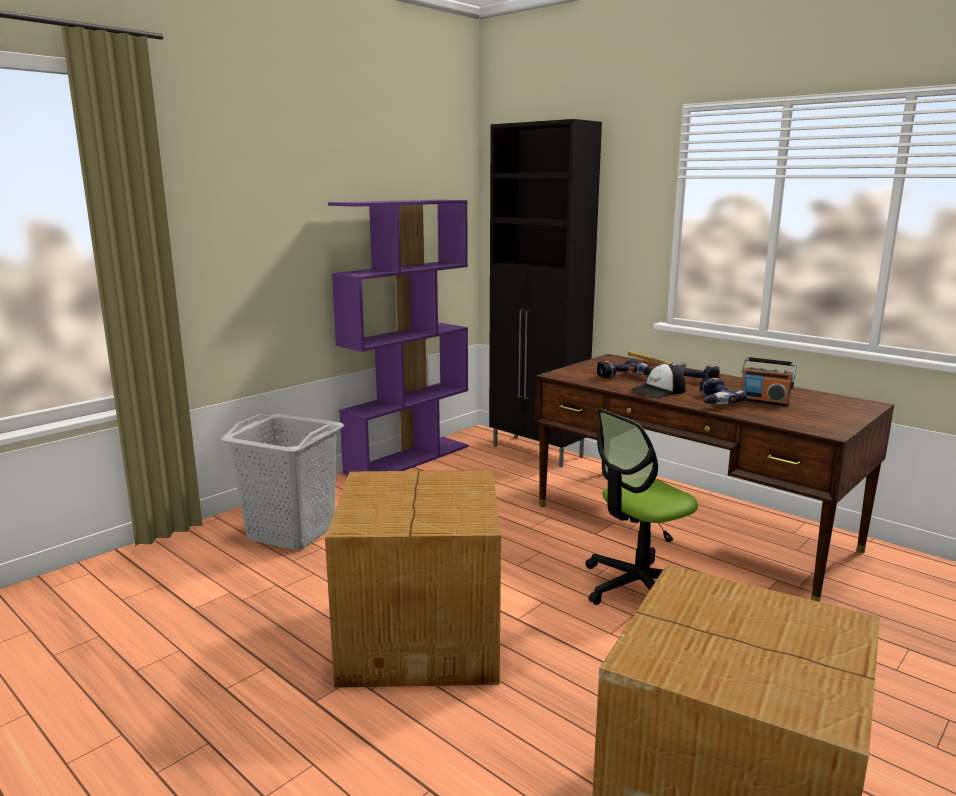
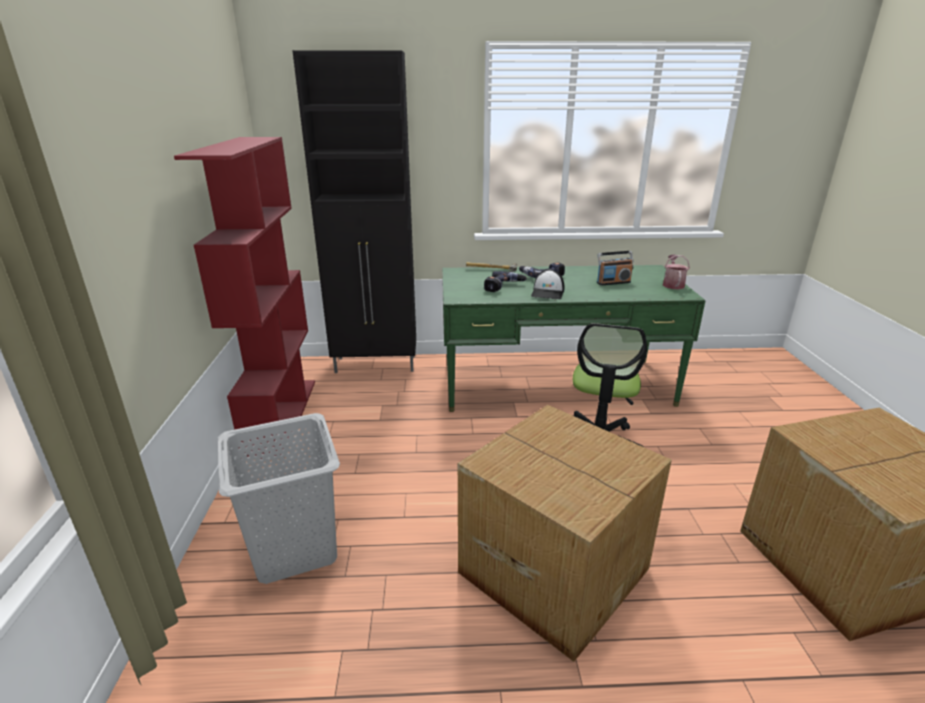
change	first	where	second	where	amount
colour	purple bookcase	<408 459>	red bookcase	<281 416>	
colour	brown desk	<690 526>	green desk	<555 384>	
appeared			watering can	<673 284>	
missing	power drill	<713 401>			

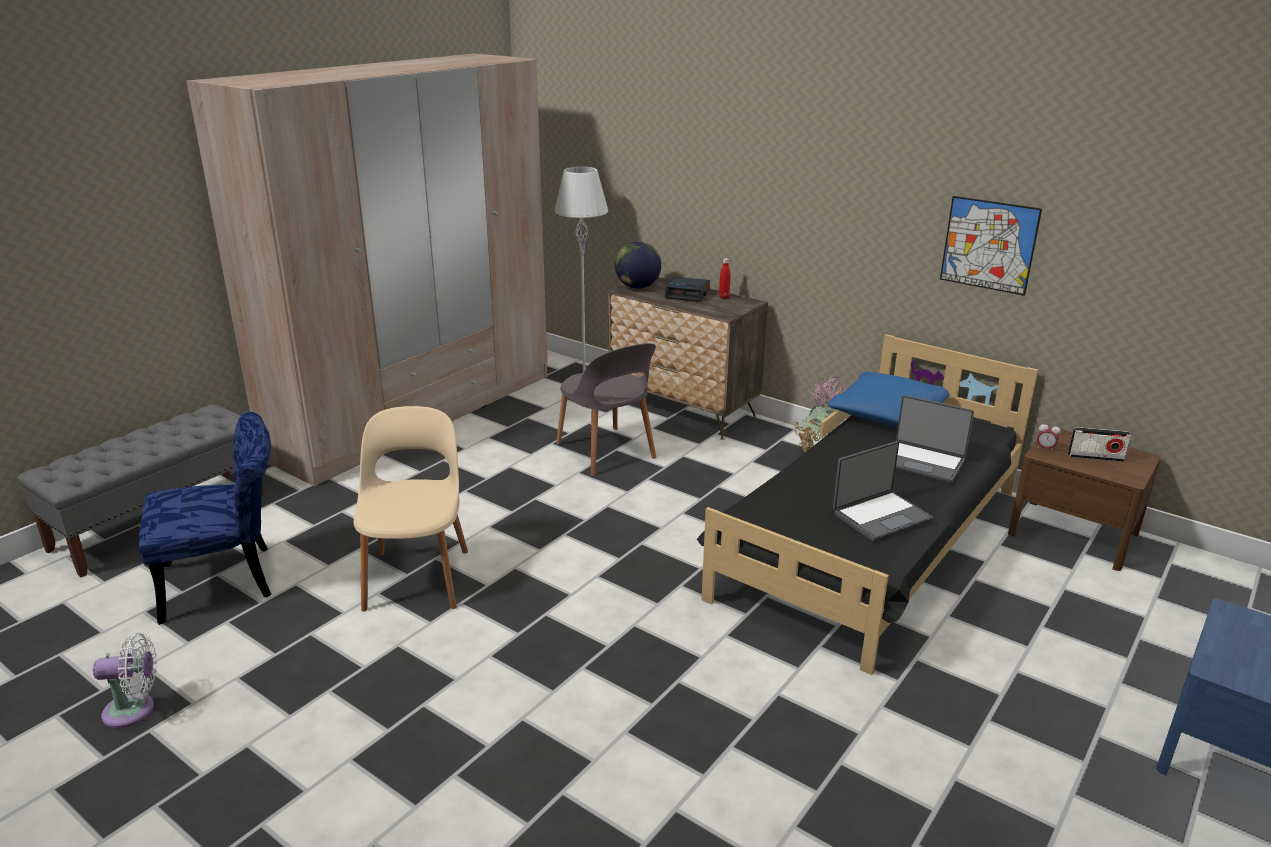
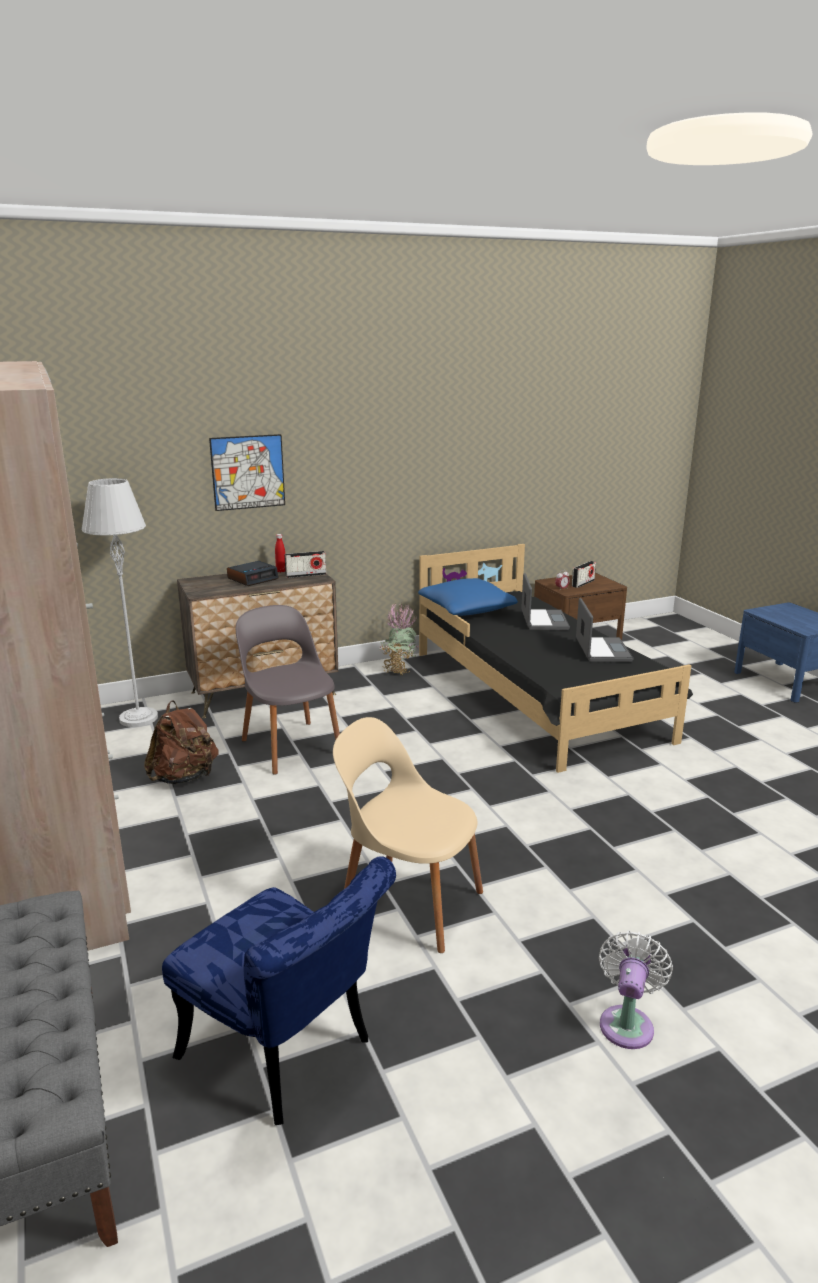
change	first	where	second	where	amount
appeared			brown backpack	<184 777>	
spun	blue chair	<229 580>		<287 1055>	120 degrees clockwise
relocated	picture	<989 245>		<248 472>	
spun	grey chair	<606 452>		<291 746>	120 degrees counterclockwise
appeared			radio	<306 575>	
spun	laptop	<923 463>		<543 621>	60 degrees counterclockwise
relocated	white fan	<134 710>		<627 1022>	
missing	globe	<637 287>			

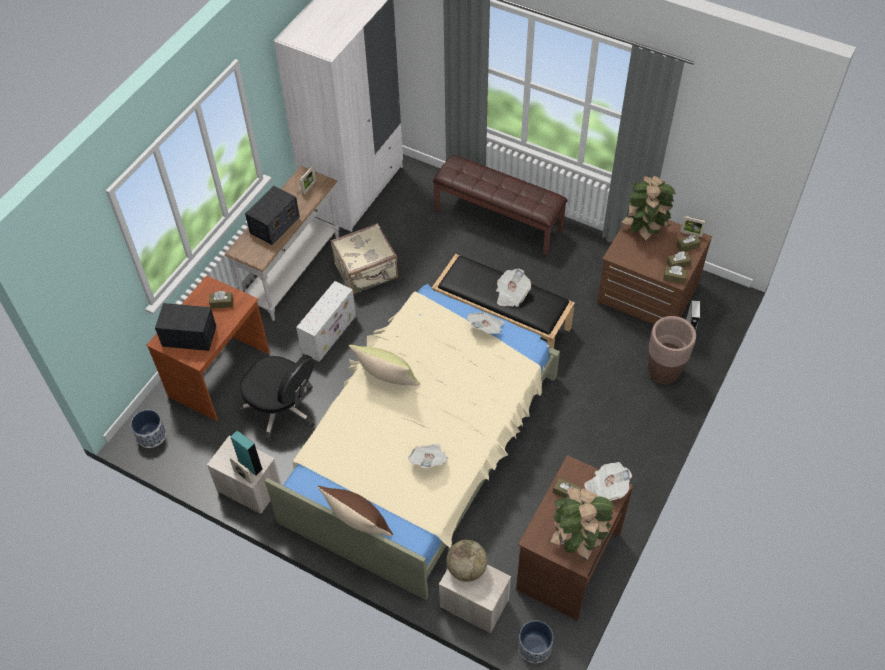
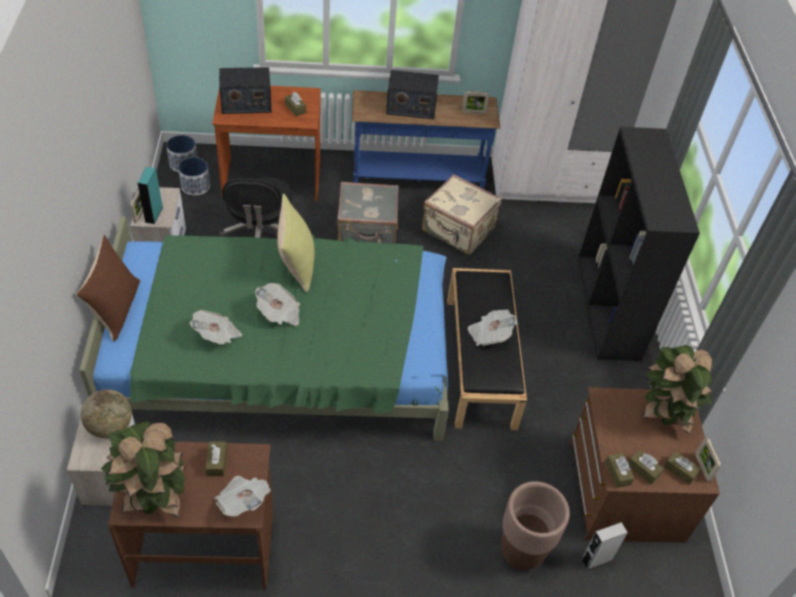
change	first	where	second	where	amount
colour	beige bed	<424 444>	green bed	<283 356>	
relocated	planter	<534 647>		<195 186>	
spun	radio	<189 336>		<246 103>	105 degrees clockwise
relocated	newspaper	<486 328>		<279 313>	
exchanged	white storage box	<329 333>	grey suitcase	<367 232>	
colour	white console table	<293 272>	blue console table	<417 180>	
exchanged	brown bench	<498 220>	black bookcase	<609 308>	

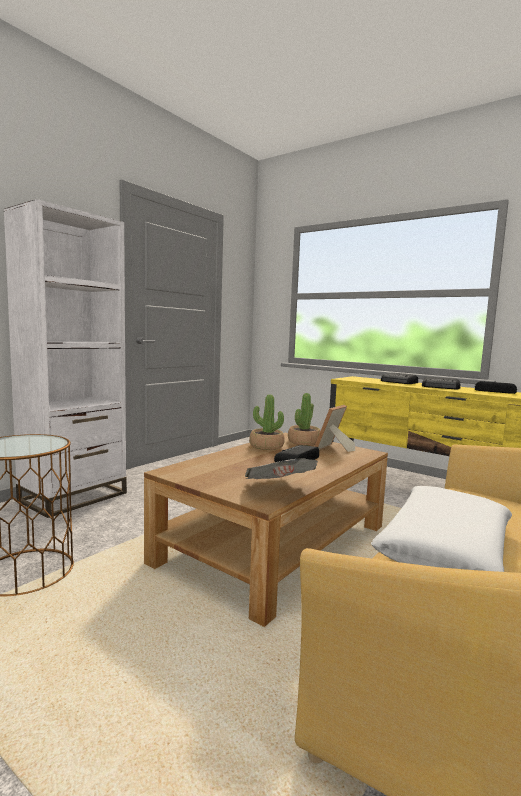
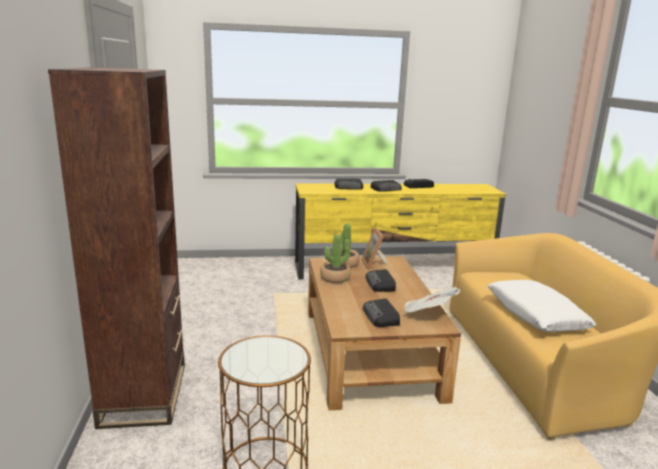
change	first	where	second	where	amount
colour	white bookcase	<74 497>	brown bookcase	<144 394>	
appeared			radio	<381 317>	

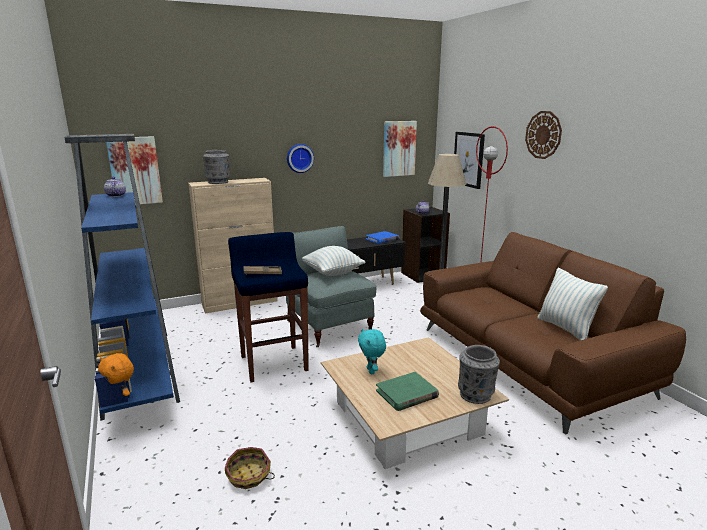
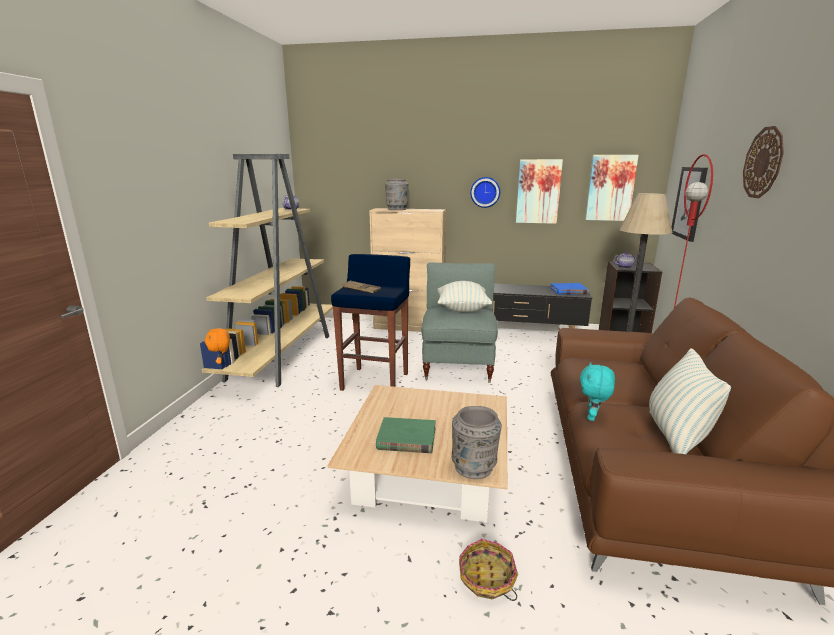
change	first	where	second	where	amount
colour	blue bookcase	<138 369>	beige bookcase	<282 356>	
relocated	basket	<249 476>		<487 579>	
relocated	picture	<135 171>		<538 191>	
relocated	turquoise plush toy	<371 371>		<592 417>	

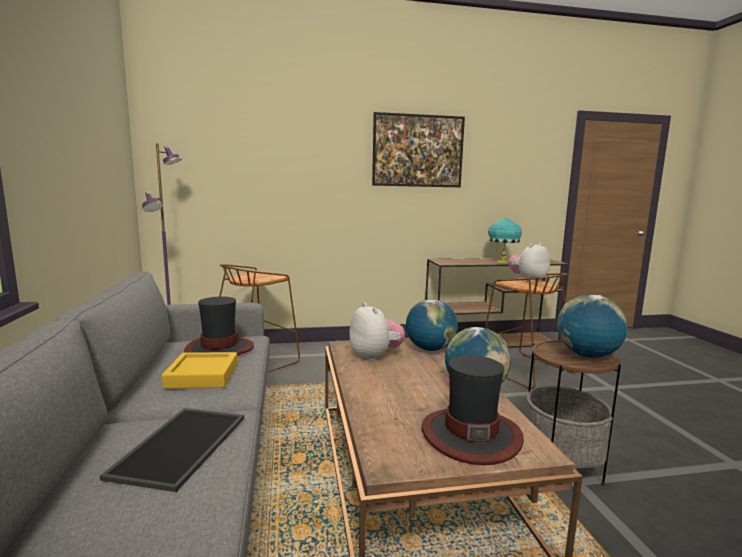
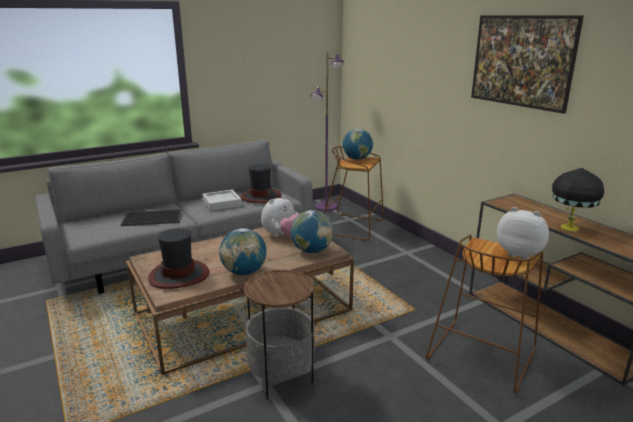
change	first	where	second	where	amount
colour	yellow tray	<202 375>	grey tray	<222 203>	
relocated	globe	<587 356>		<357 159>	
colour	turquoise table lamp	<502 262>	black table lamp	<570 228>	

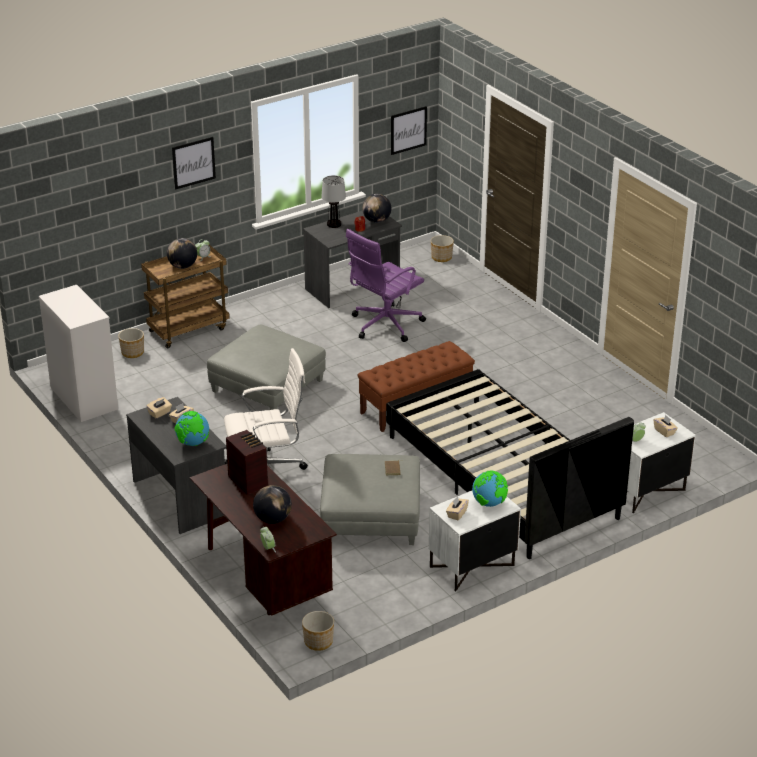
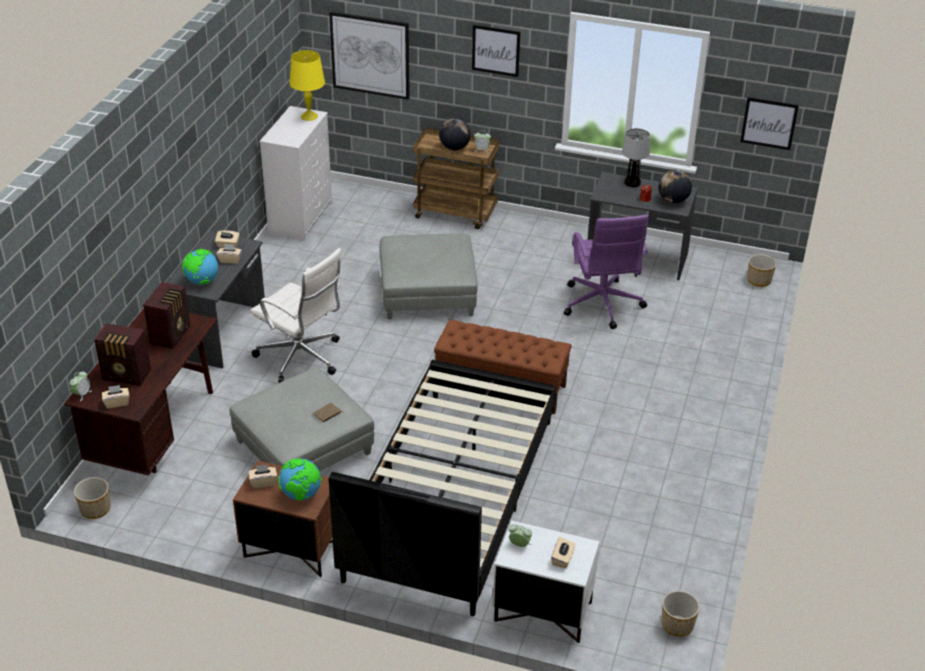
change	first	where	second	where	amount
exchanged	globe	<273 519>	radio	<127 376>	
appeared			beige tissue box	<117 403>	
colour	white nightstand	<472 567>	brown nightstand	<291 549>	
appeared			yellow table lamp	<309 116>	
appeared			picture	<370 55>	
spun	purple office chair	<384 325>		<602 305>	105 degrees counterclockwise
relocated	planter	<132 353>		<677 625>	

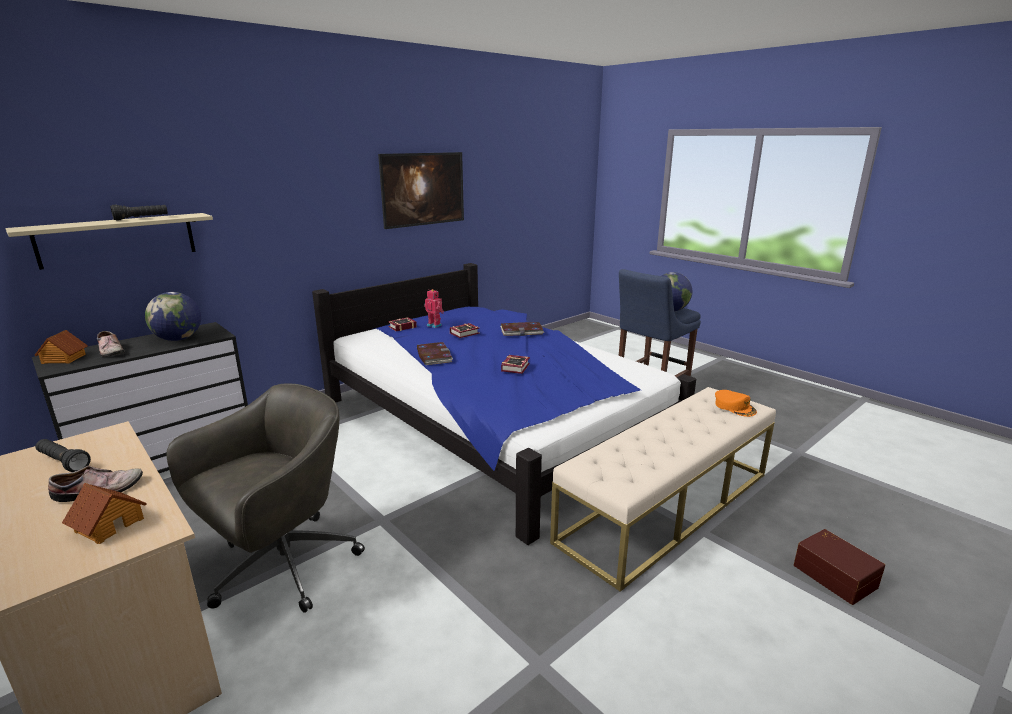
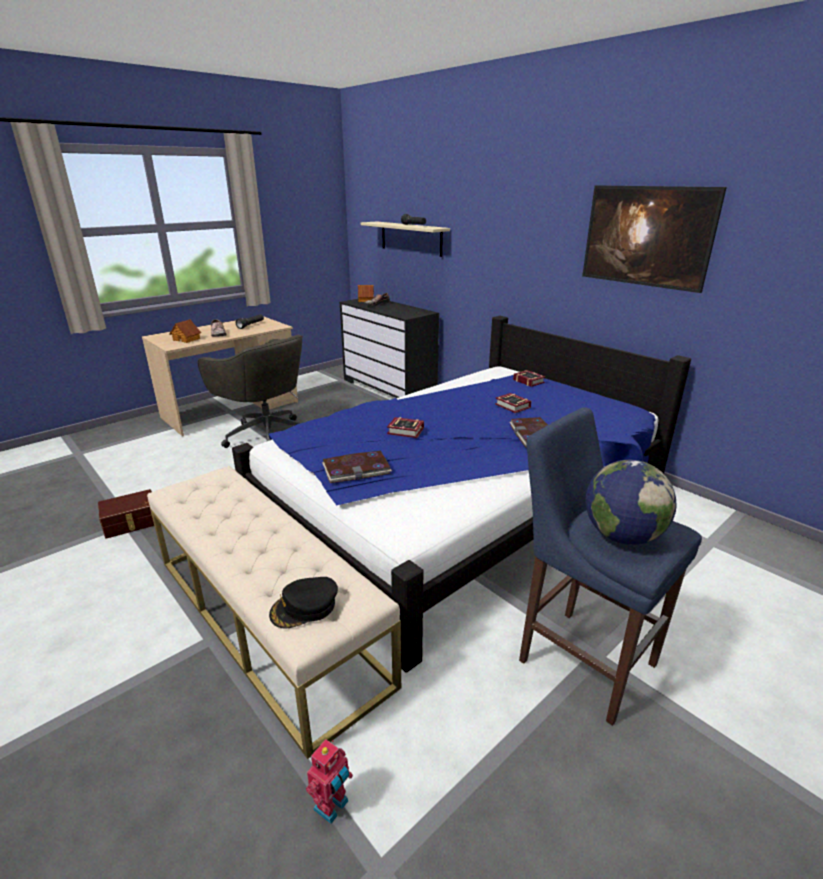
change	first	where	second	where	amount
relocated	brown storage box	<835 575>		<131 523>	
colour	orange cap	<734 407>	black cap	<304 607>	
relocated	toy robot	<435 325>		<332 806>	
relocated	book	<434 356>		<356 469>	
missing	globe	<178 339>			

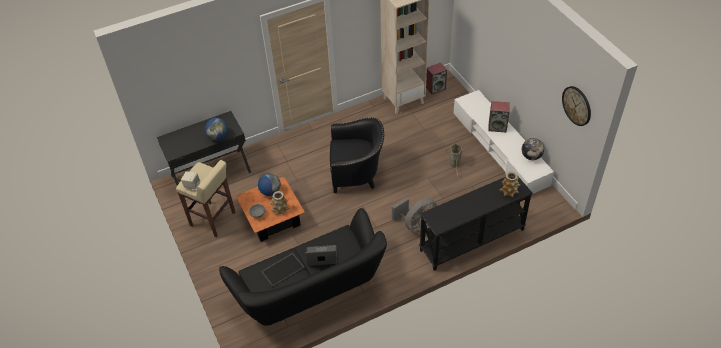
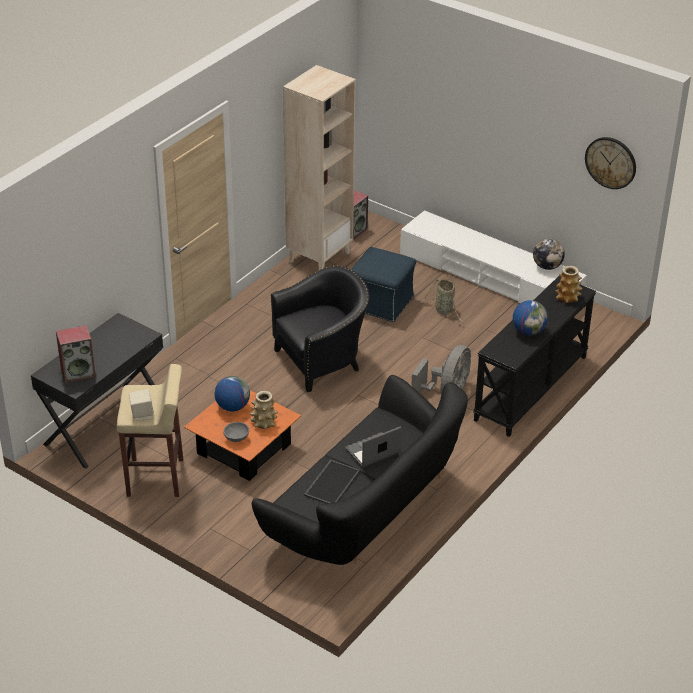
change	first	where	second	where	amount
relocated	speaker	<497 126>		<78 372>	
appeared			blue ottoman	<382 303>	
relocated	globe	<218 137>		<528 331>	

